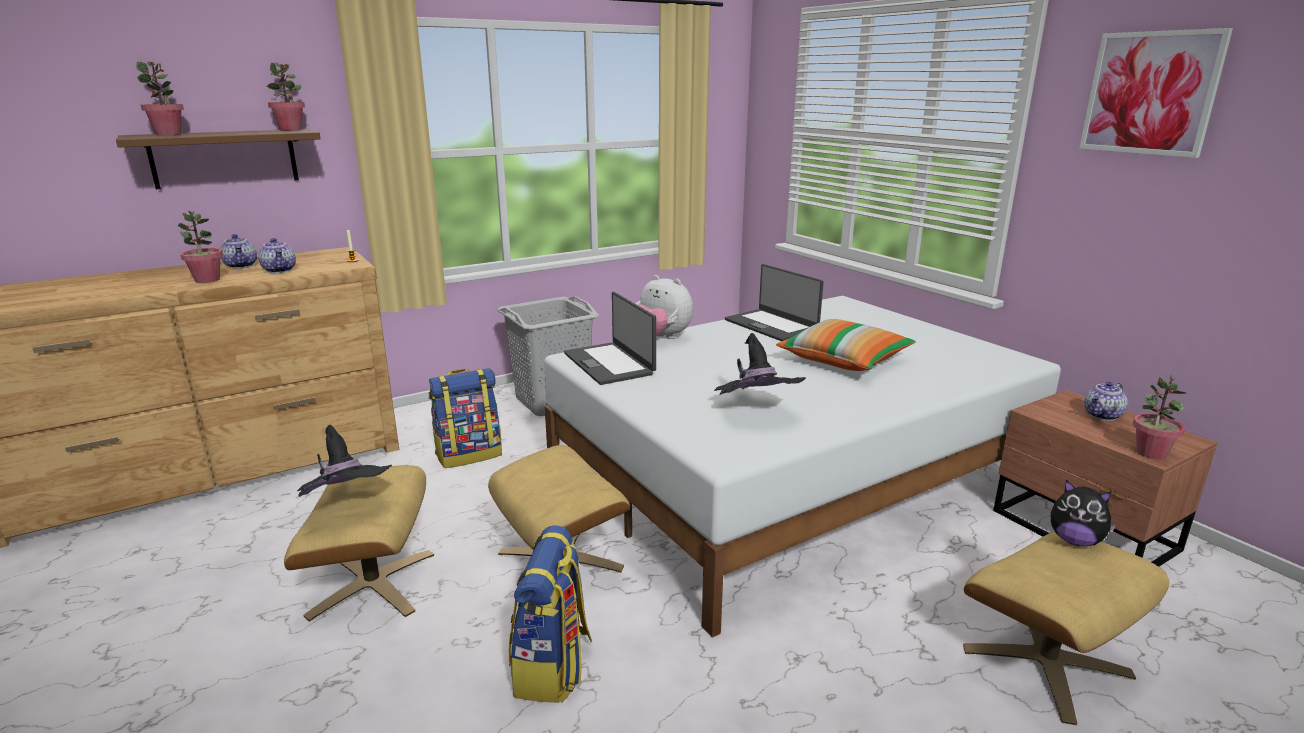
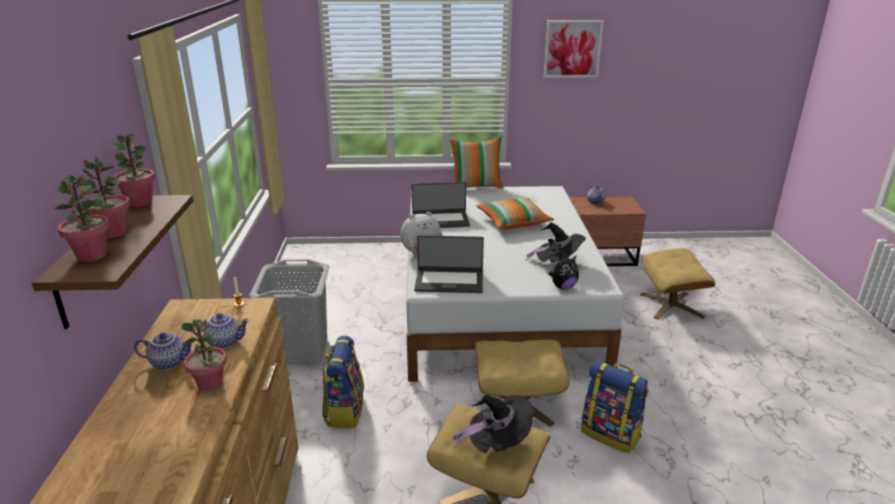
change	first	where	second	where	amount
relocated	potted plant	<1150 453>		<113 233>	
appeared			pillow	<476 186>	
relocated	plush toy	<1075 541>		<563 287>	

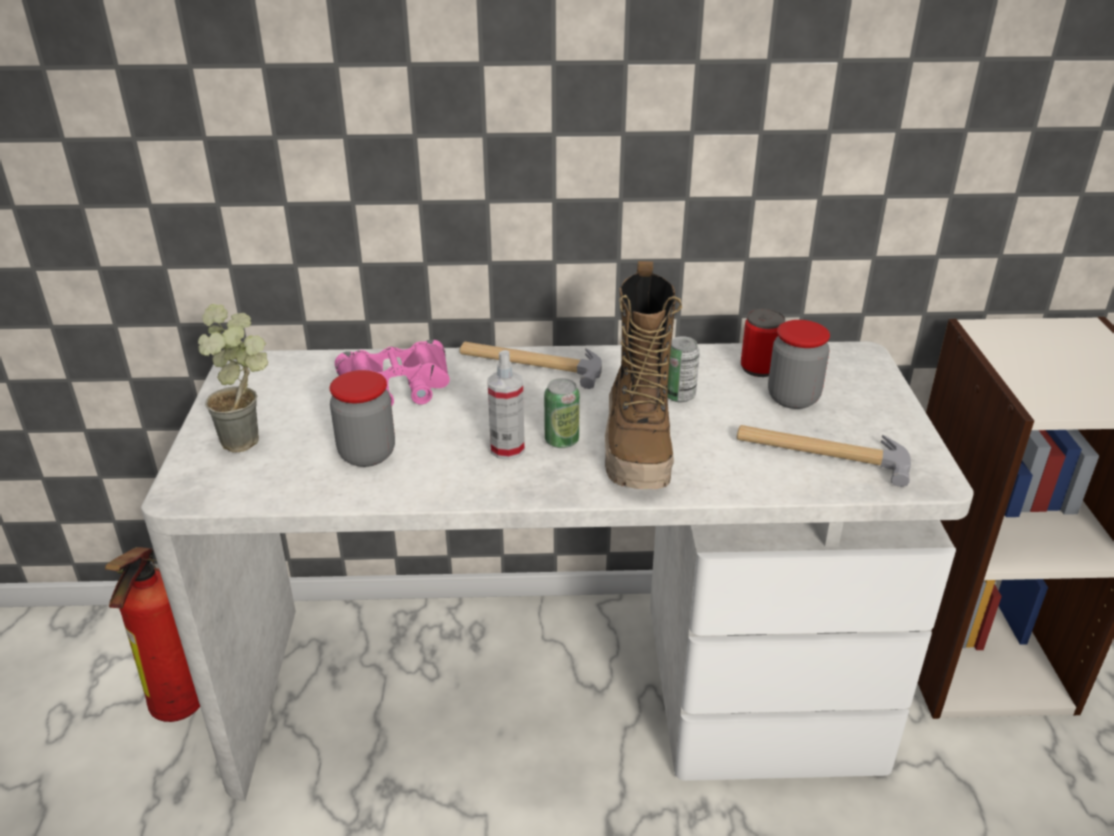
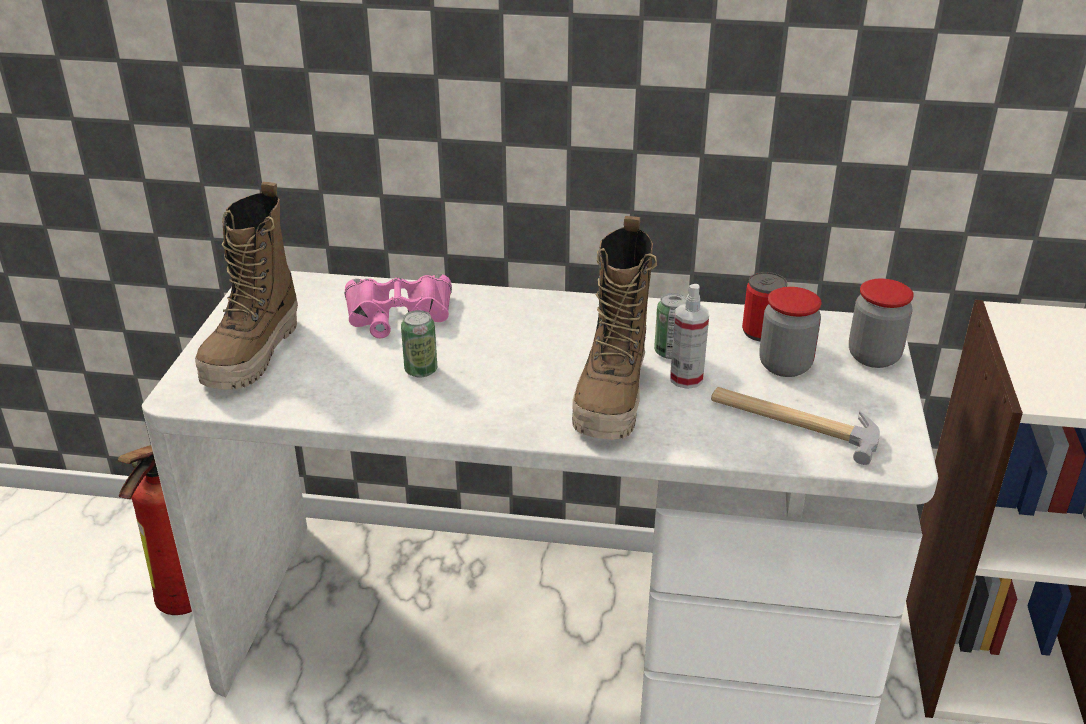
change	first	where	second	where	amount
exchanged	potted plant	<253 441>	boot	<253 355>	
relocated	can	<561 441>		<421 370>	
relocated	spray bottle	<507 449>		<686 379>	
relocated	jar	<367 454>		<873 357>	
missing	hammer	<531 363>			

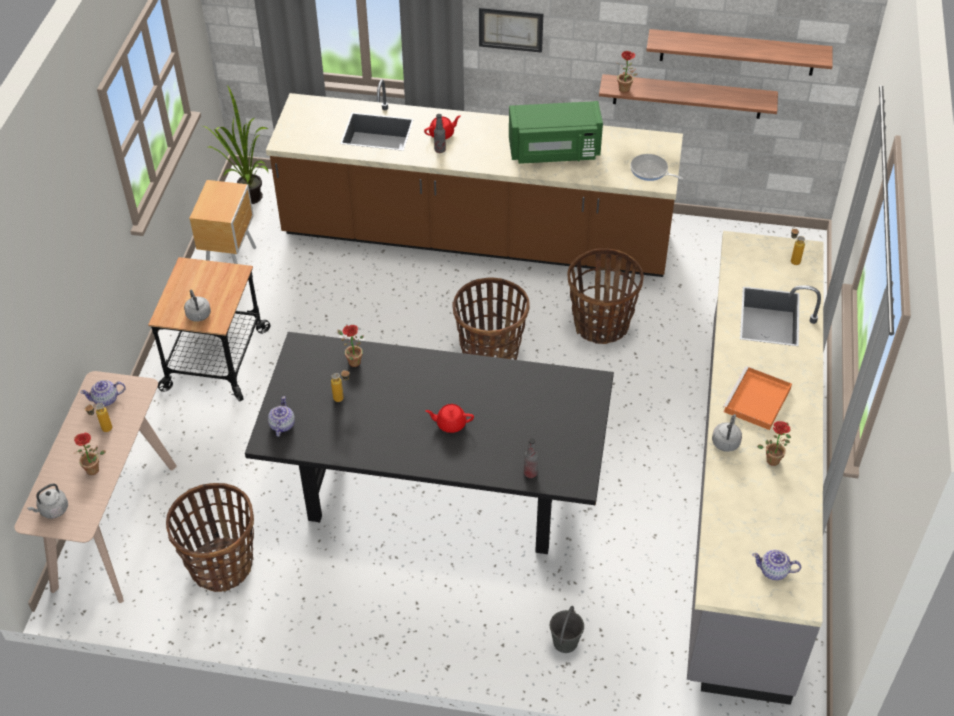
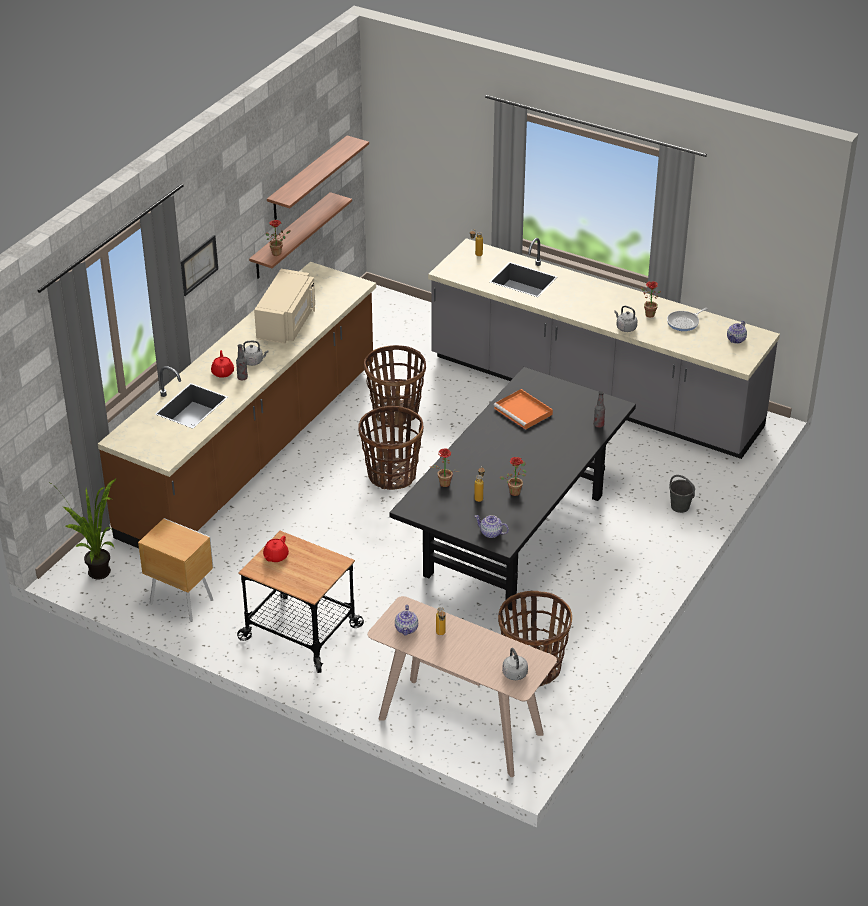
change	first	where	second	where	amount
relocated	grey kettle	<199 316>		<254 361>	
colour	green microwave	<554 151>	beige microwave	<287 323>	
relocated	red teapot	<450 423>		<275 556>	
relocated	orange tray	<757 401>		<524 411>	
relocated	potted plant	<95 469>		<515 491>	
relocated	frying pan	<650 171>		<684 322>	

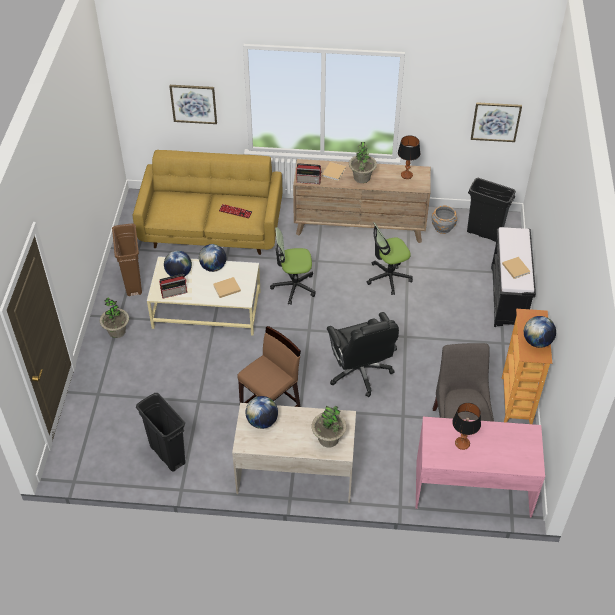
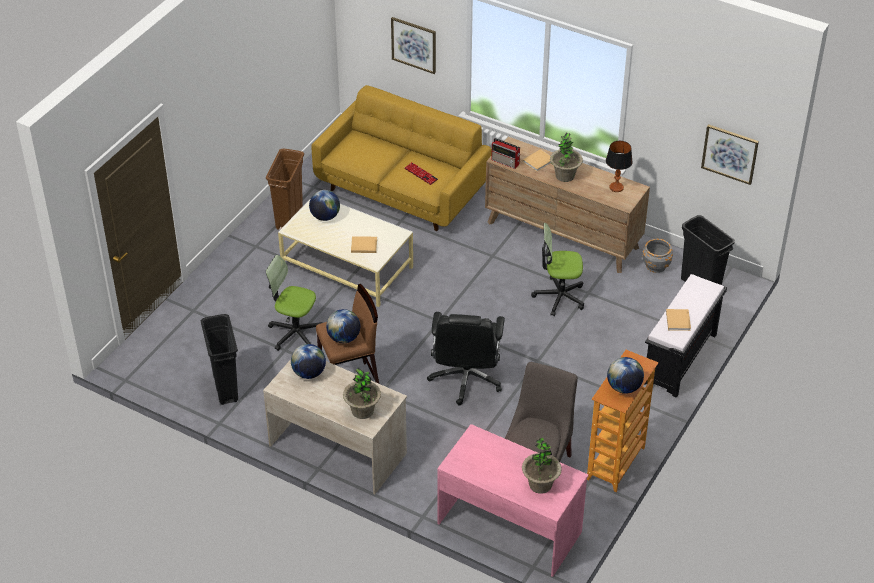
change	first	where	second	where	amount
relocated	office chair	<294 287>		<295 333>	
relocated	globe	<213 267>		<344 338>	
relocated	potted plant	<117 331>		<540 484>	
missing	radio	<174 292>			
missing	table lamp	<462 443>			

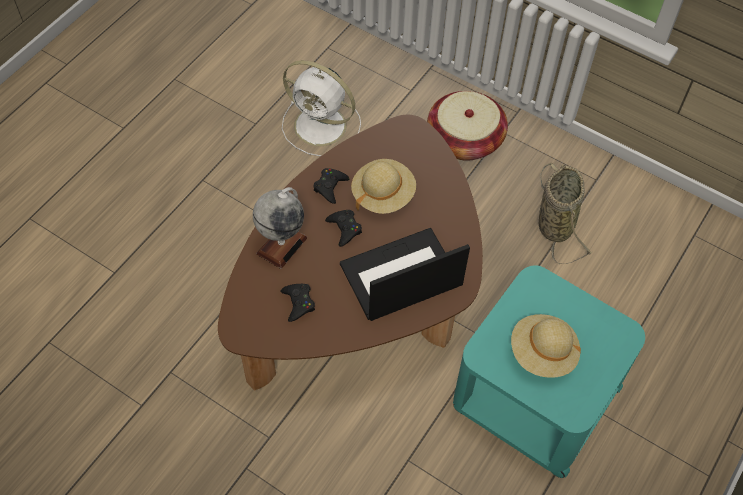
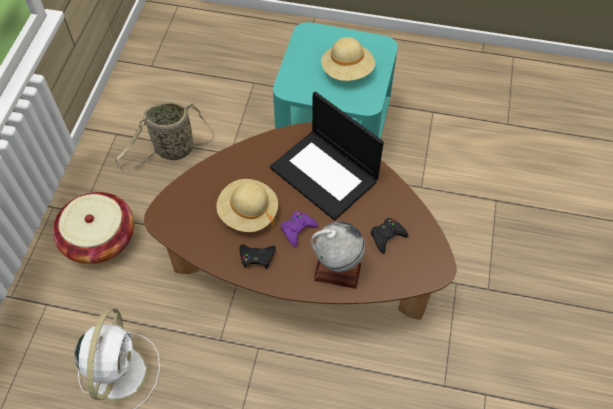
change	first	where	second	where	amount
colour	black game controller	<344 229>	purple game controller	<297 229>	

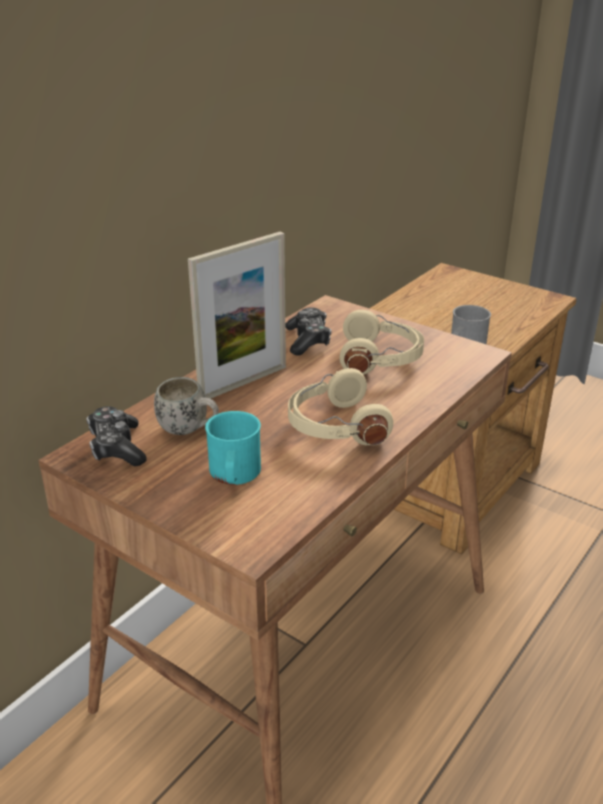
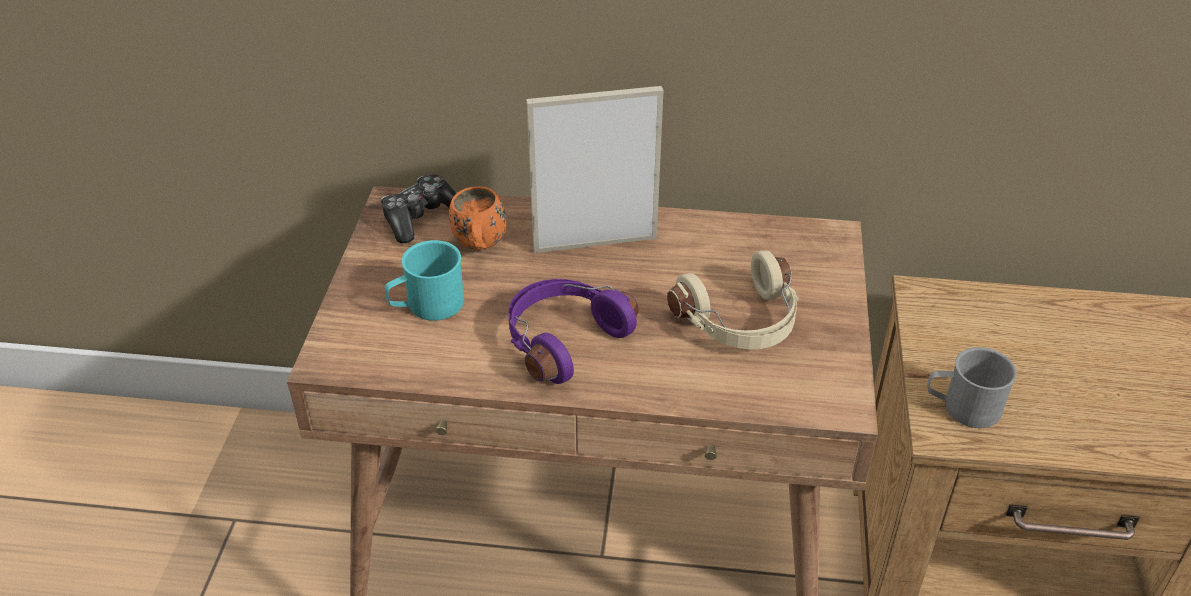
change	first	where	second	where	amount
colour	white mug	<190 430>	orange mug	<480 247>	
colour	beige headphones	<335 426>	purple headphones	<562 339>	
spun	picture frame	<243 382>		<595 243>	150 degrees clockwise
missing	game controller	<308 340>			

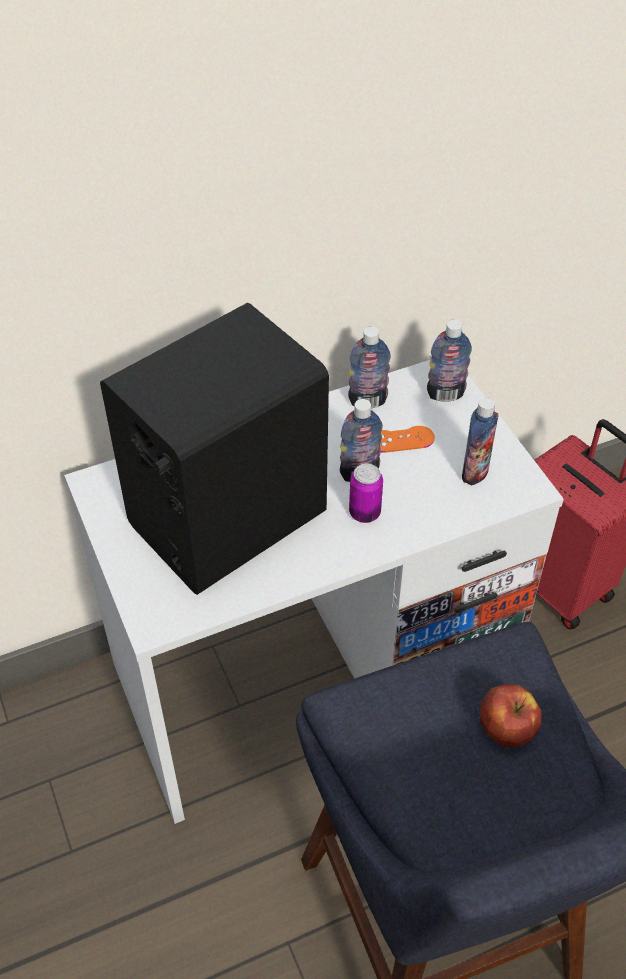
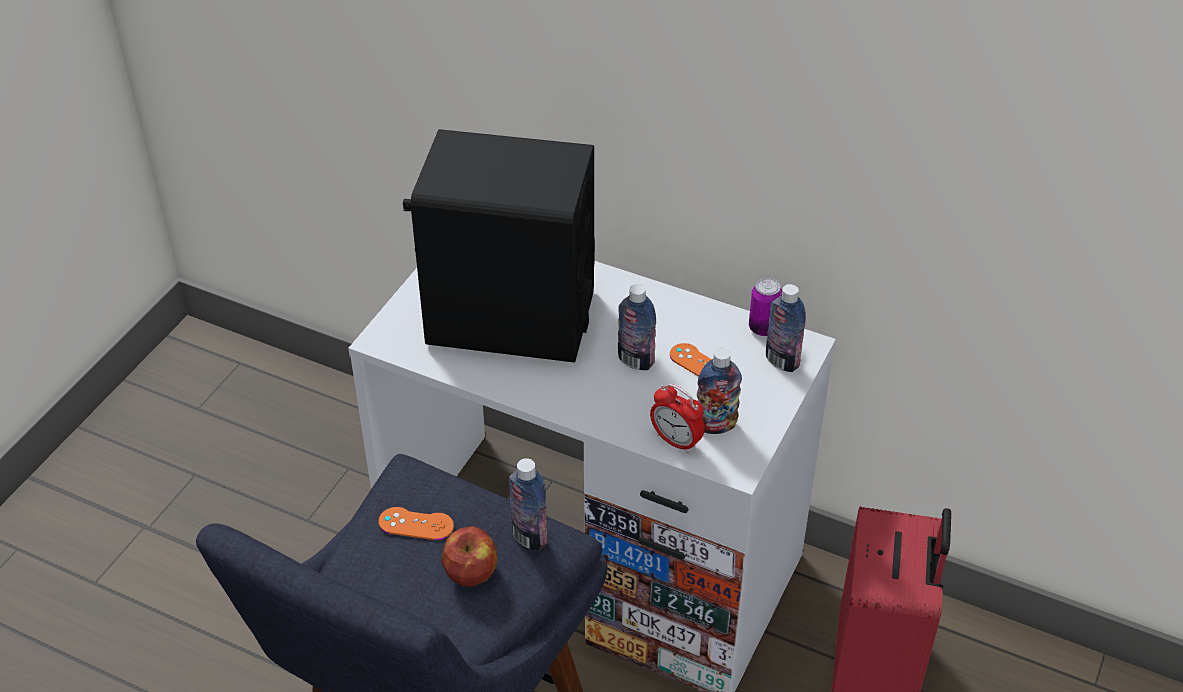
change	first	where	second	where	amount
appeared			orange game controller	<416 524>	
relocated	bottle	<367 401>		<529 537>	
appeared			alarm clock	<676 441>	
relocated	can	<364 513>		<763 328>	

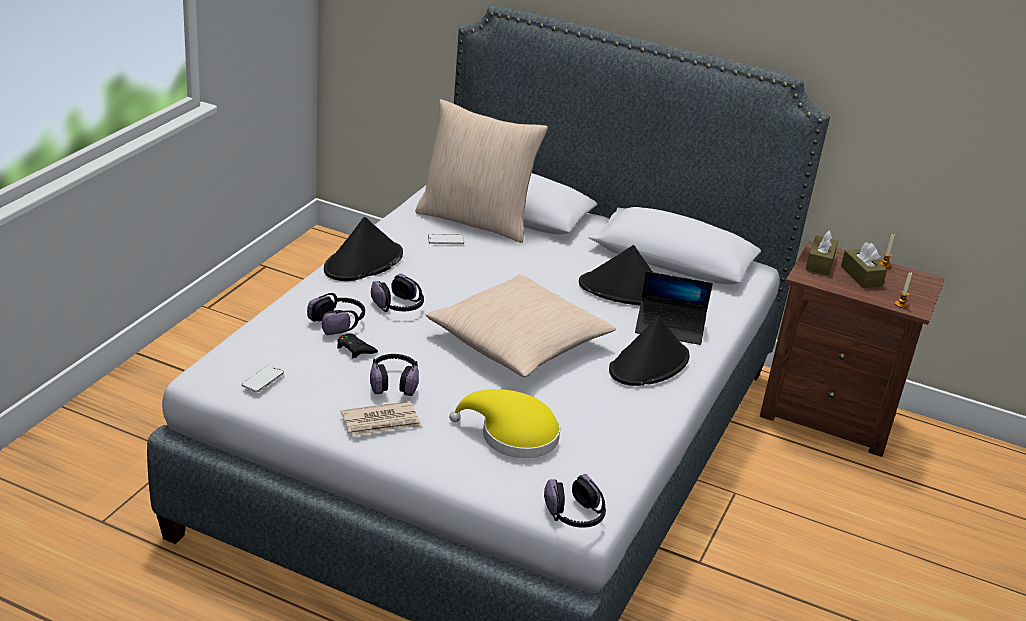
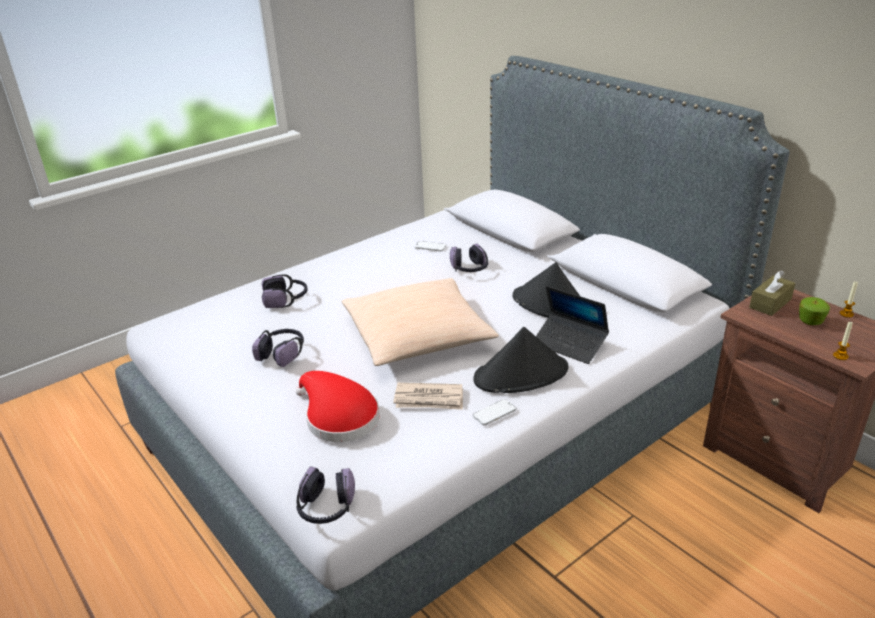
change	first	where	second	where	amount
colour	yellow hat	<512 435>	red hat	<338 417>	
relocated	newspaper	<381 422>		<429 399>	
relocated	headphones	<399 306>		<469 269>	
relocated	phone	<263 380>		<494 413>	
exchanged	brown tissue box	<861 276>	apple	<810 321>	
missing	black hat	<363 263>			
missing	black game controller	<355 349>			
missing	beige pillow	<476 220>			

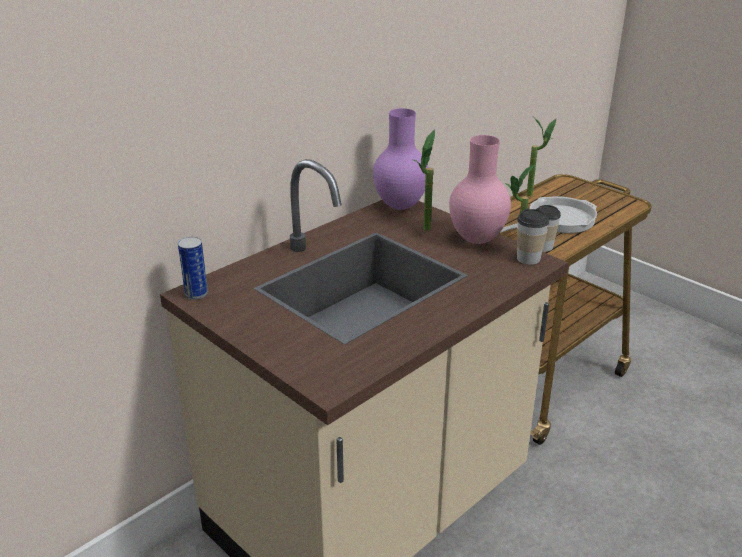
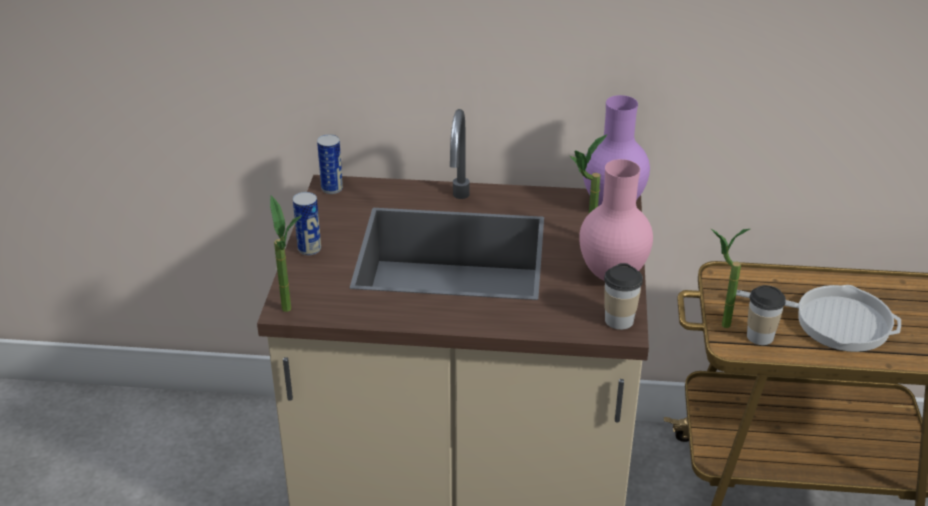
change	first	where	second	where	amount
relocated	potted plant	<535 194>		<293 313>	
appeared			can	<309 249>	

